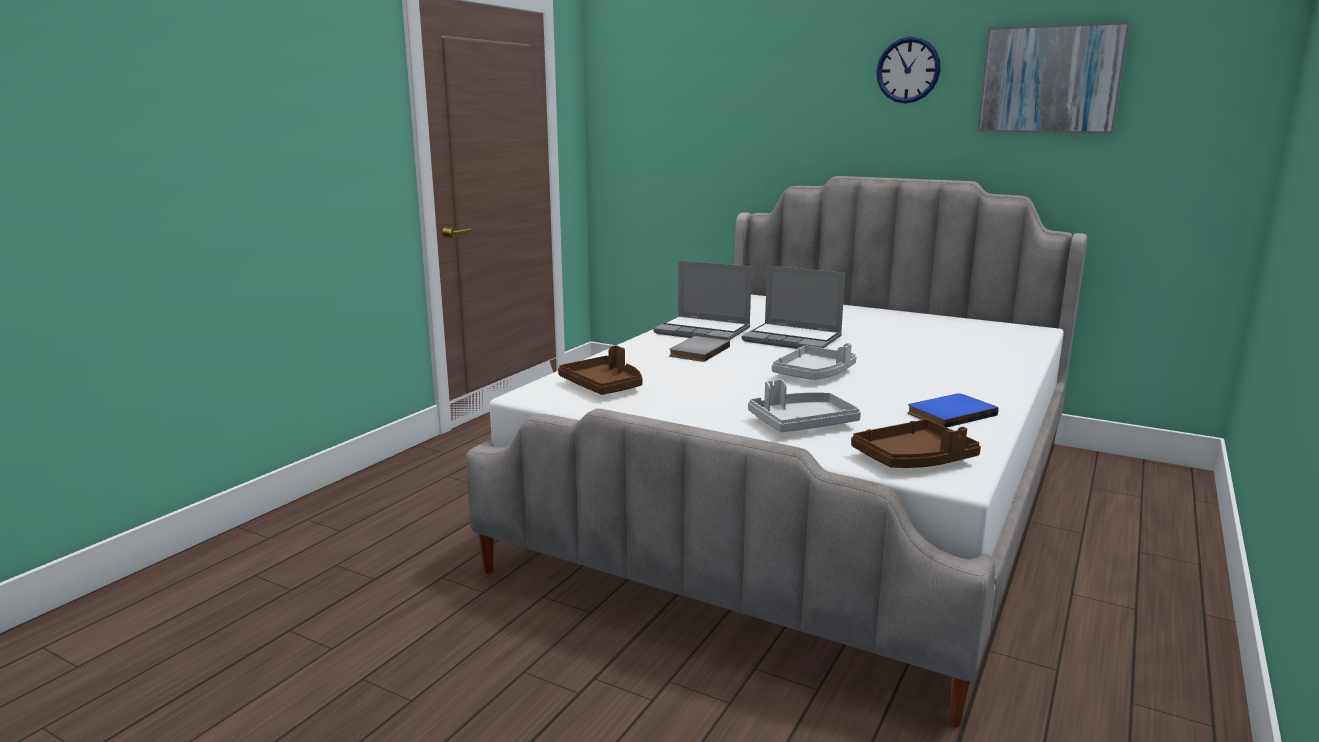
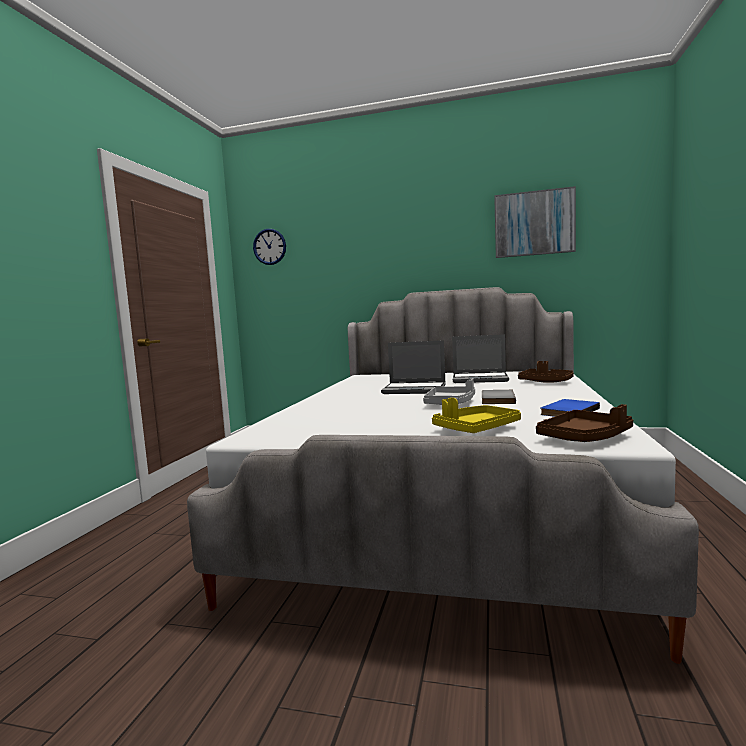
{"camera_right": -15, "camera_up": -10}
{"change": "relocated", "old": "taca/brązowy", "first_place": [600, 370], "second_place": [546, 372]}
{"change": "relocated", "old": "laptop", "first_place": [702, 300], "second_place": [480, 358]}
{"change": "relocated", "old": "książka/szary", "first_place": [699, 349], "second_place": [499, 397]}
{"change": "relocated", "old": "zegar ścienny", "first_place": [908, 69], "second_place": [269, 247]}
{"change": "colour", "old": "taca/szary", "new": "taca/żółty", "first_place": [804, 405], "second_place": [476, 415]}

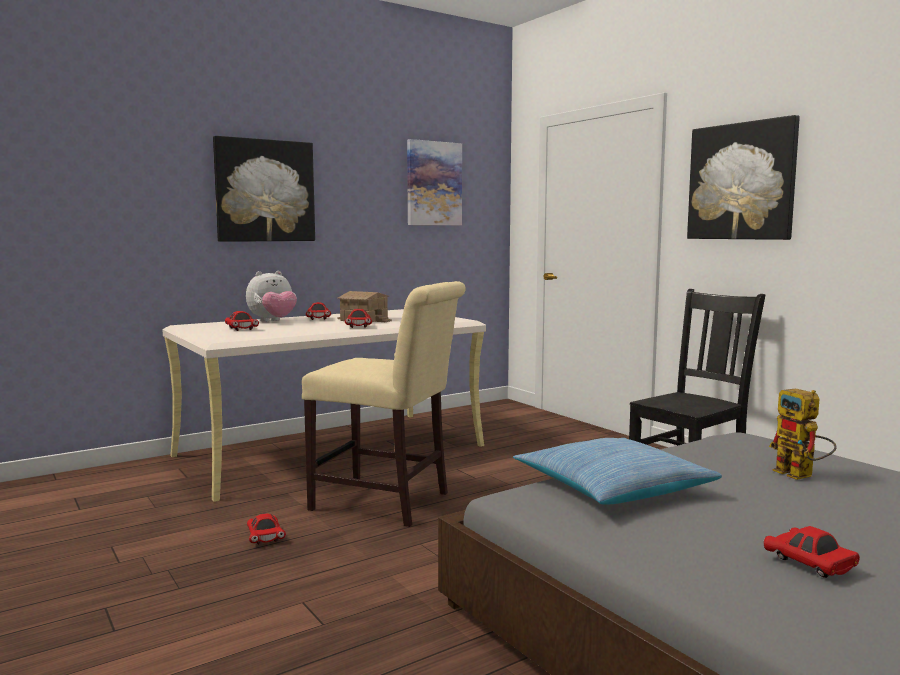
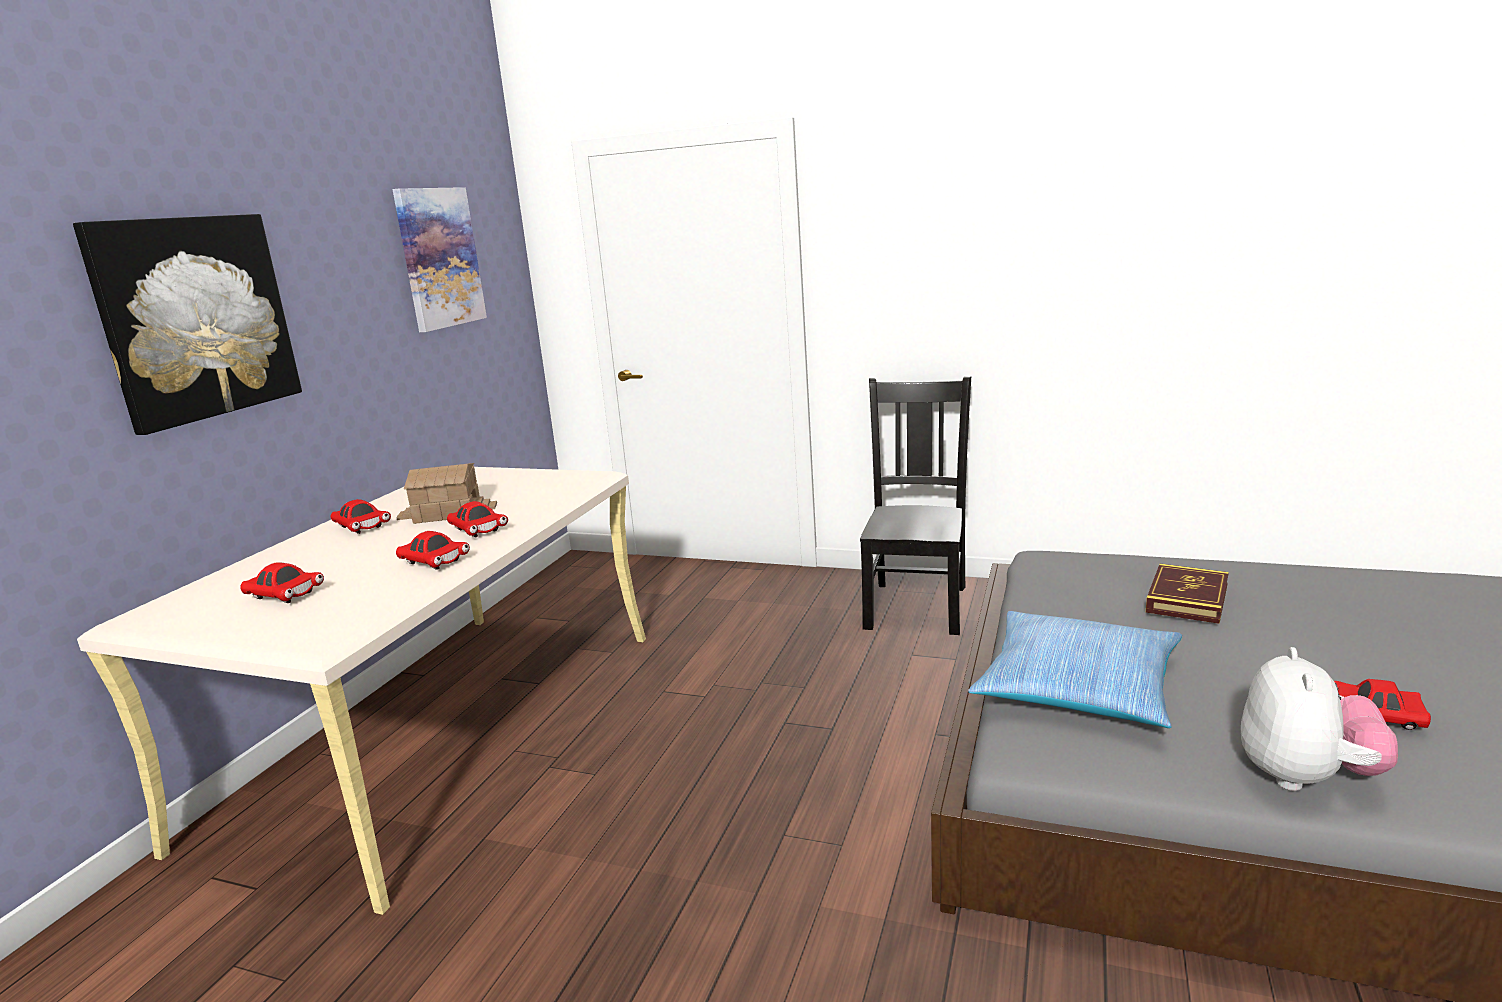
{"camera_right": -35, "camera_up": 10}
{"change": "missing", "old": "krzesło/beżowy", "first_place": [384, 404]}
{"change": "missing", "old": "obraz", "first_place": [743, 177]}
{"change": "relocated", "old": "pluszak", "first_place": [271, 296], "second_place": [1319, 719]}
{"change": "relocated", "old": "samochodzik/czerwony", "first_place": [266, 529], "second_place": [433, 550]}
{"change": "exchanged", "old": "robot zabawkowy", "new": "książka", "first_place": [803, 434], "second_place": [1187, 594]}

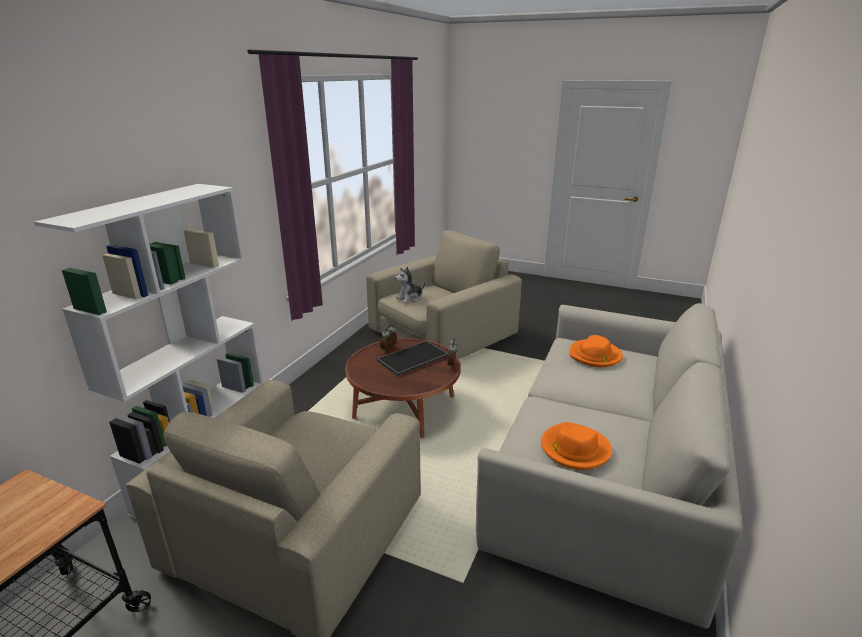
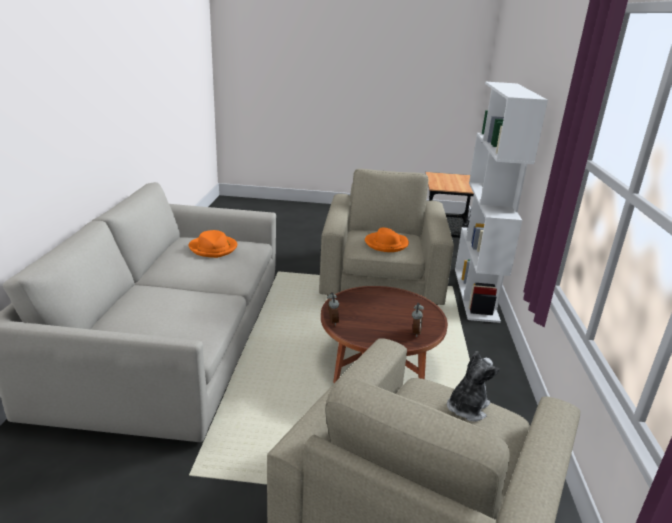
{"camera_right": 160, "camera_up": 0}
{"change": "missing", "old": "taca", "first_place": [412, 358]}
{"change": "relocated", "old": "kapelusz/pomarańczowy", "first_place": [596, 351], "second_place": [387, 240]}

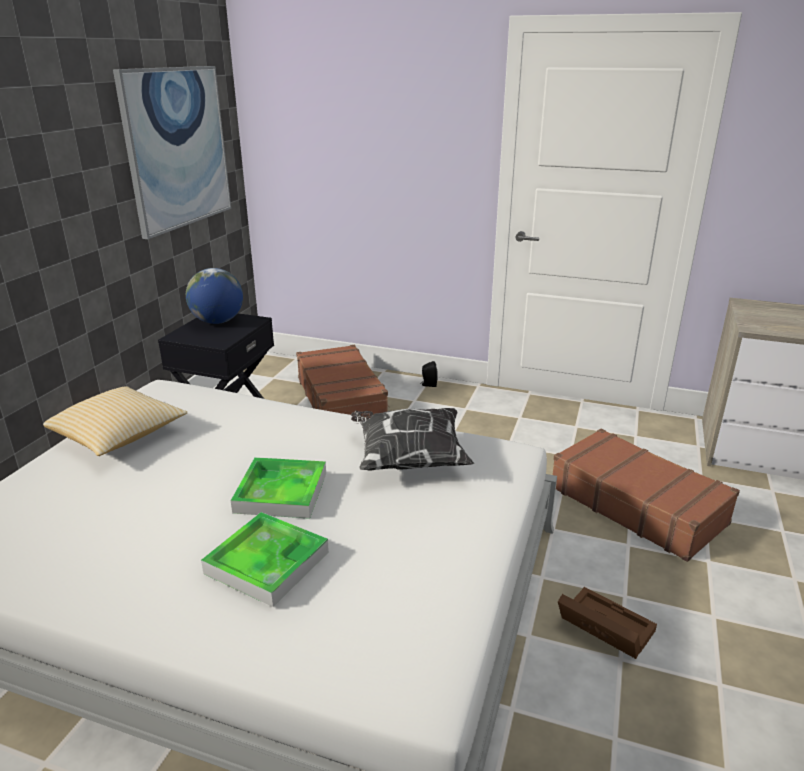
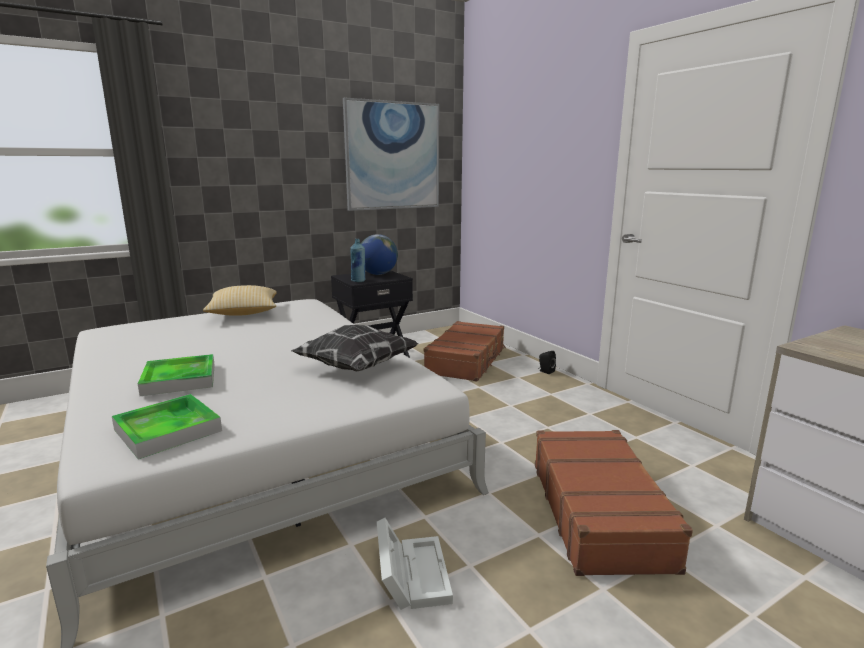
{"camera_right": 40, "camera_up": -10}
{"change": "appeared", "new": "butelka/niebieski", "second_place": [357, 260]}
{"change": "relocated", "old": "taca", "first_place": [278, 488], "second_place": [167, 426]}
{"change": "colour", "old": "pojemnik do przechowywania/brązowy", "new": "pojemnik do przechowywania/biały", "first_place": [607, 623], "second_place": [415, 564]}

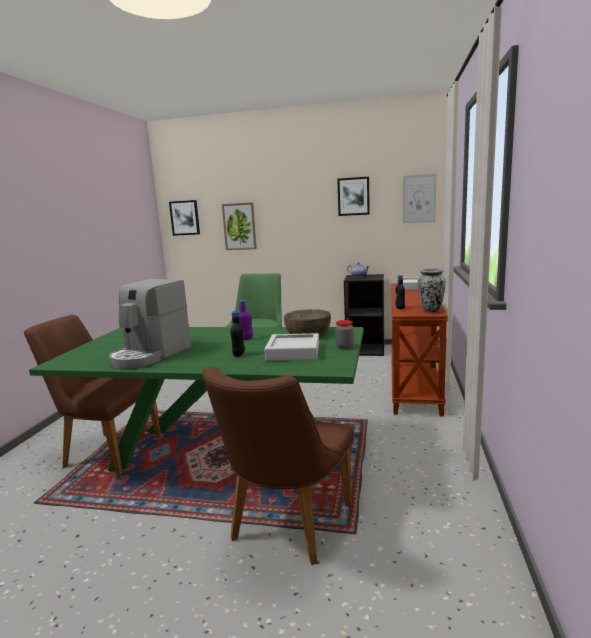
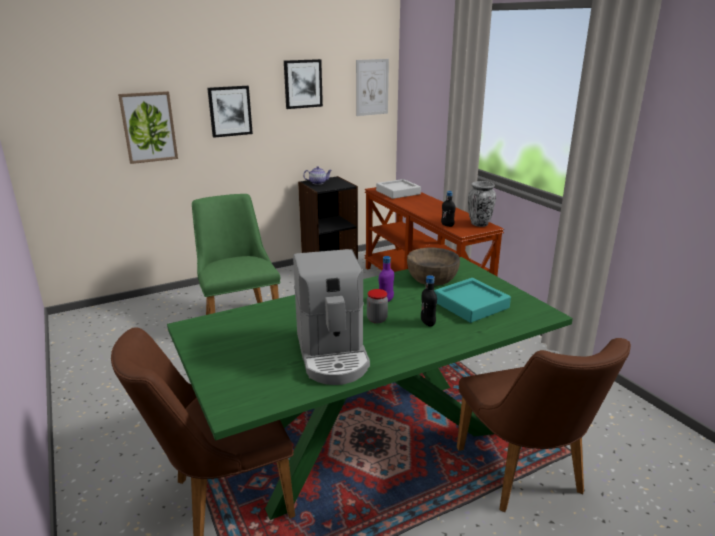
{"camera_right": -40, "camera_up": 10}
{"change": "relocated", "old": "obraz", "first_place": [184, 218], "second_place": [230, 112]}
{"change": "relocated", "old": "słoik", "first_place": [344, 334], "second_place": [377, 306]}
{"change": "colour", "old": "taca/szary", "new": "taca/turkusowy", "first_place": [291, 347], "second_place": [472, 300]}

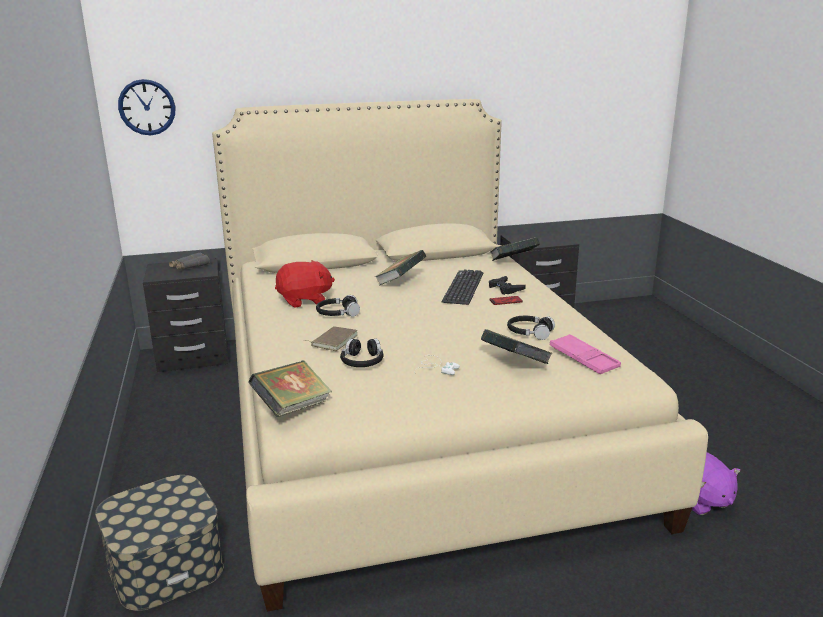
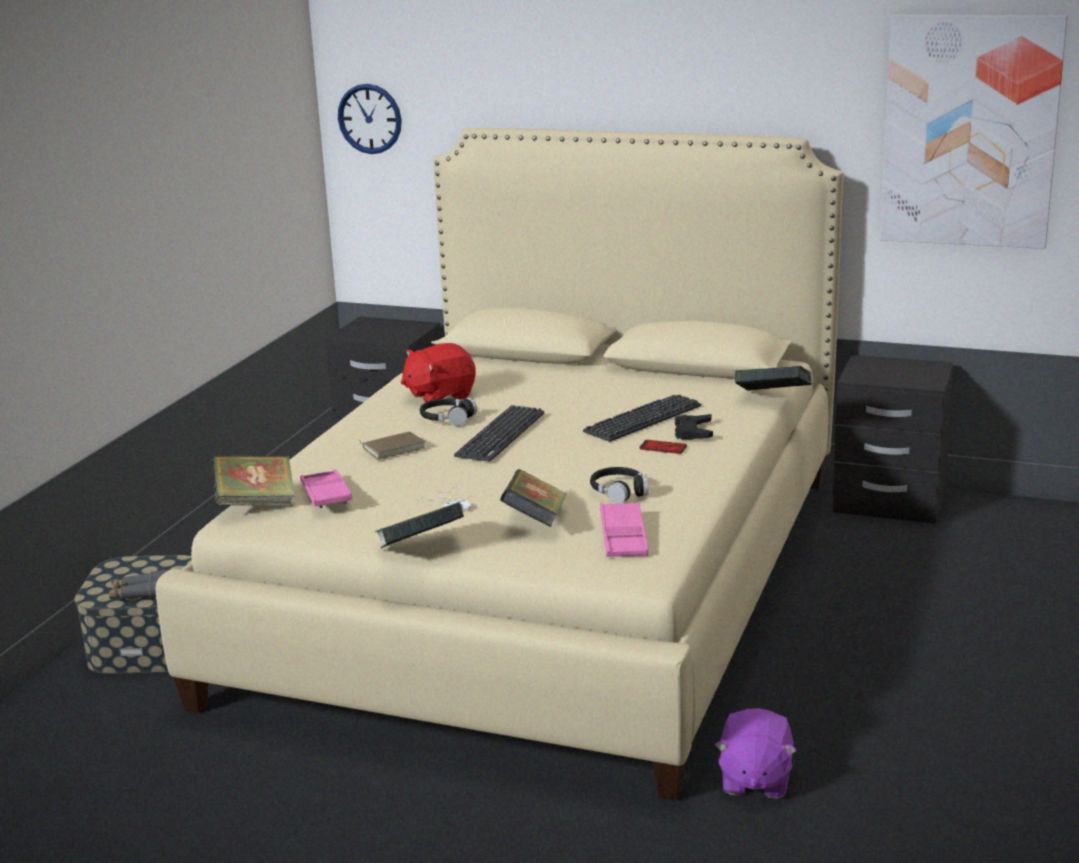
{"camera_right": 35, "camera_up": 0}
{"change": "missing", "old": "słuchawki/czarny", "first_place": [362, 352]}
{"change": "appeared", "new": "taca/różowy", "second_place": [326, 488]}
{"change": "appeared", "new": "klawiatura", "second_place": [499, 433]}
{"change": "appeared", "new": "obraz", "second_place": [973, 132]}
{"change": "relocated", "old": "lornetka/szary", "first_place": [189, 261], "second_place": [140, 584]}
{"change": "relocated", "old": "książka", "first_place": [401, 268], "second_place": [419, 525]}
{"change": "spun", "old": "pluszak/czerwony", "first_place": [305, 283], "second_place": [438, 373], "degrees": 135}

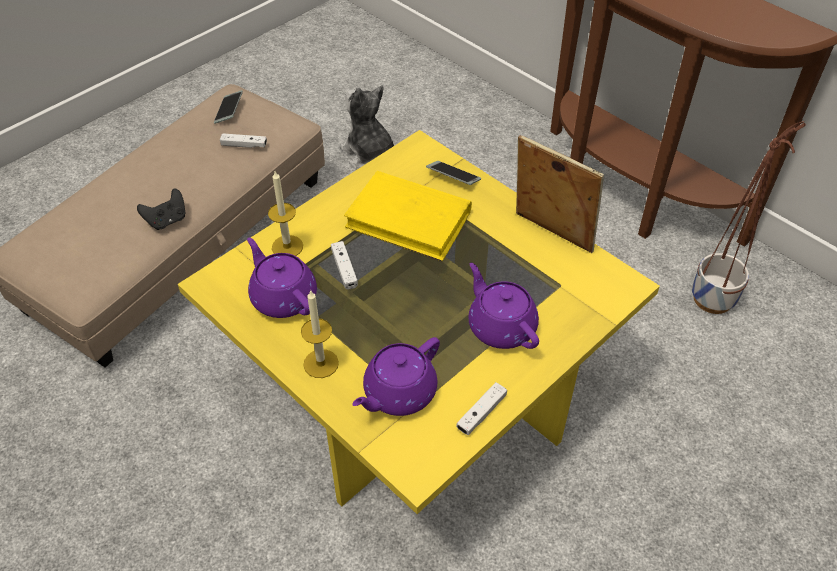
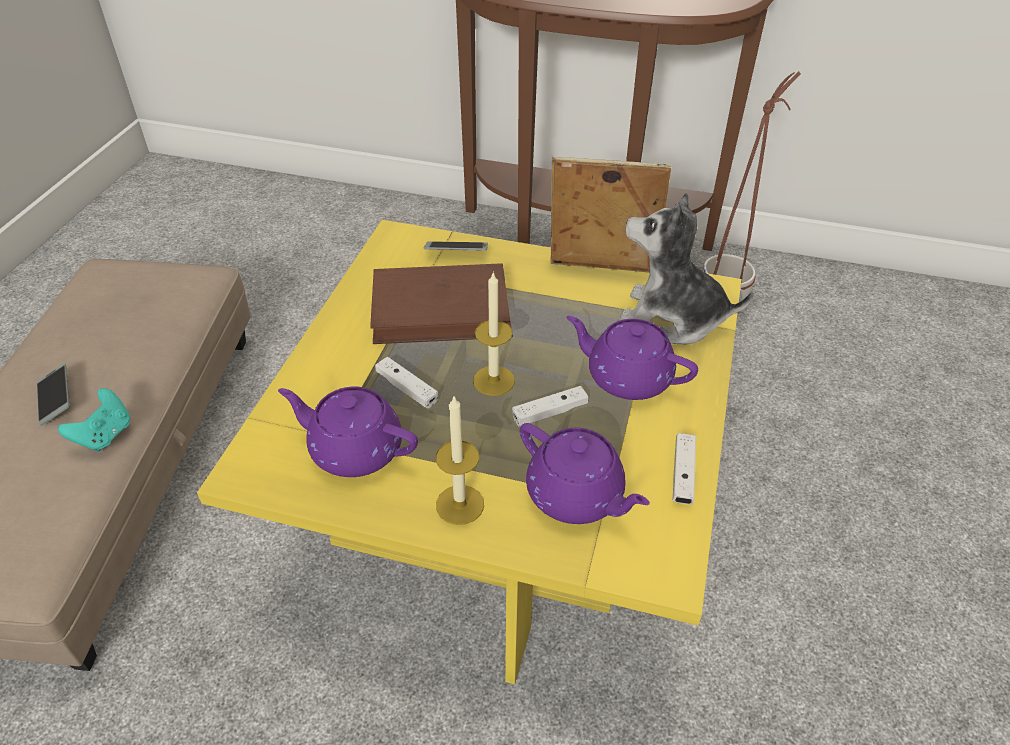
{"camera_right": -30, "camera_up": -5}
{"change": "relocated", "old": "telefon", "first_place": [228, 107], "second_place": [53, 394]}
{"change": "relocated", "old": "pad do gier/biały", "first_place": [243, 140], "second_place": [550, 406]}
{"change": "relocated", "old": "świeca", "first_place": [285, 213], "second_place": [494, 333]}
{"change": "relocated", "old": "pluszak", "first_place": [367, 126], "second_place": [686, 268]}
{"change": "colour", "old": "pad do gier/czarny", "new": "pad do gier/turkusowy", "first_place": [161, 209], "second_place": [94, 419]}
{"change": "colour", "old": "książka/żółty", "new": "książka/brązowy", "first_place": [408, 216], "second_place": [441, 303]}
{"change": "spun", "old": "imbryk/fioletowy", "first_place": [396, 376], "second_place": [585, 473], "degrees": -60}

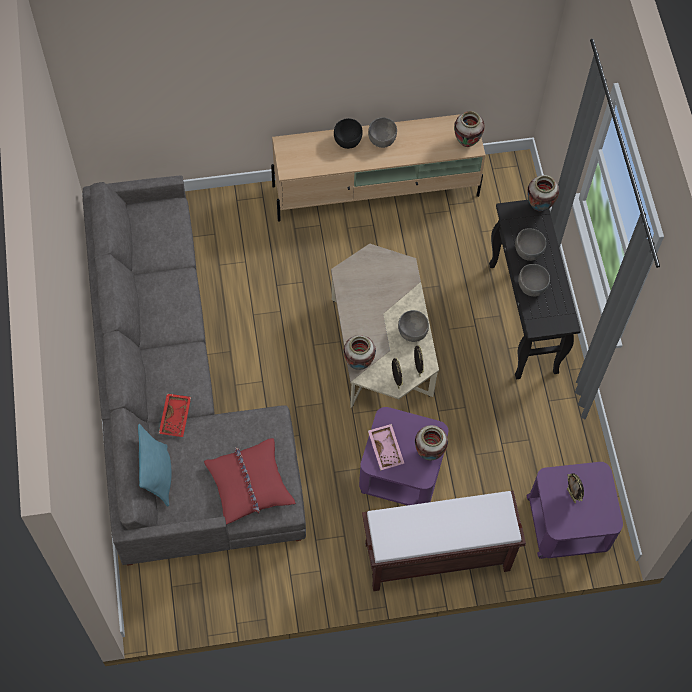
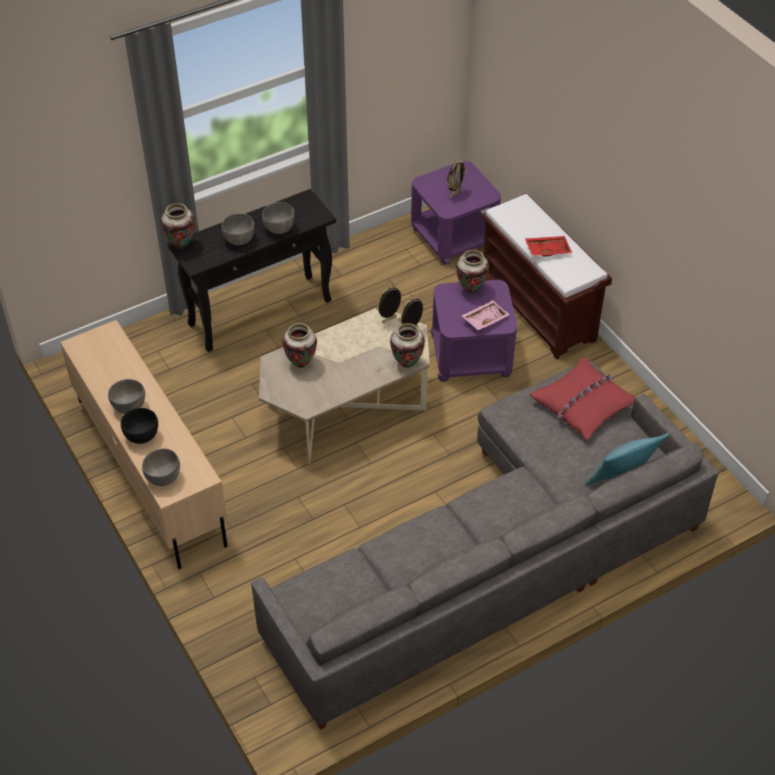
{"camera_right": -110, "camera_up": -15}
{"change": "relocated", "old": "taca/czerwony", "first_place": [175, 415], "second_place": [548, 246]}
{"change": "relocated", "old": "miska/szary", "first_place": [413, 326], "second_place": [161, 467]}
{"change": "relocated", "old": "wazon", "first_place": [469, 129], "second_place": [299, 345]}

